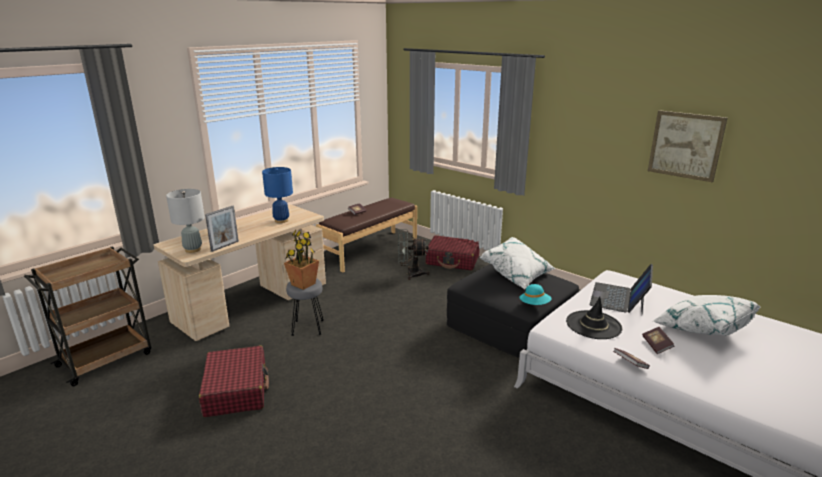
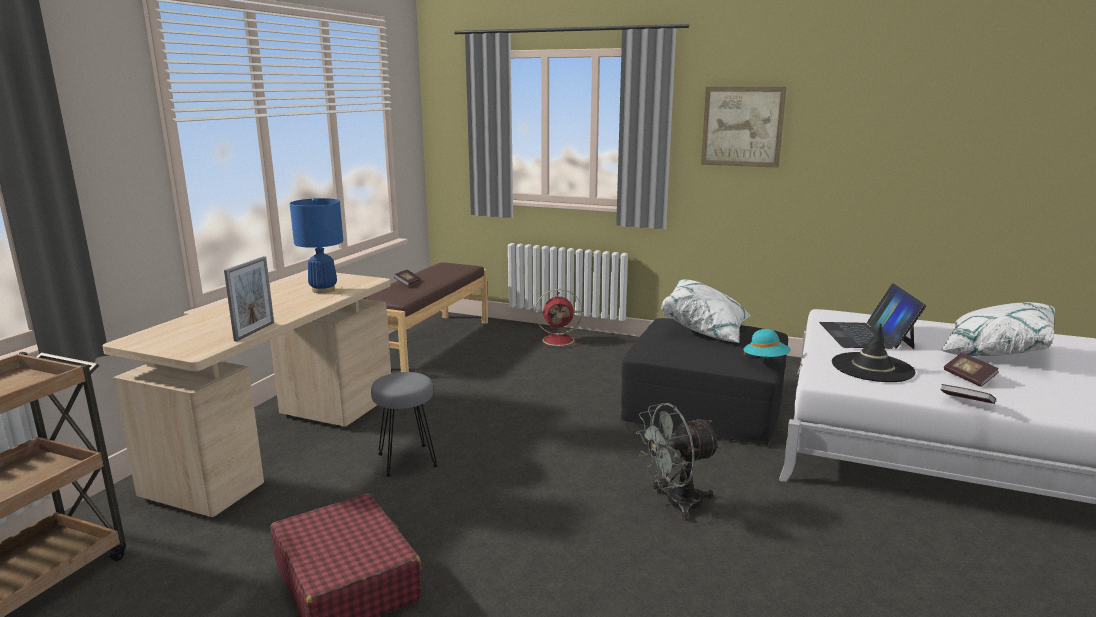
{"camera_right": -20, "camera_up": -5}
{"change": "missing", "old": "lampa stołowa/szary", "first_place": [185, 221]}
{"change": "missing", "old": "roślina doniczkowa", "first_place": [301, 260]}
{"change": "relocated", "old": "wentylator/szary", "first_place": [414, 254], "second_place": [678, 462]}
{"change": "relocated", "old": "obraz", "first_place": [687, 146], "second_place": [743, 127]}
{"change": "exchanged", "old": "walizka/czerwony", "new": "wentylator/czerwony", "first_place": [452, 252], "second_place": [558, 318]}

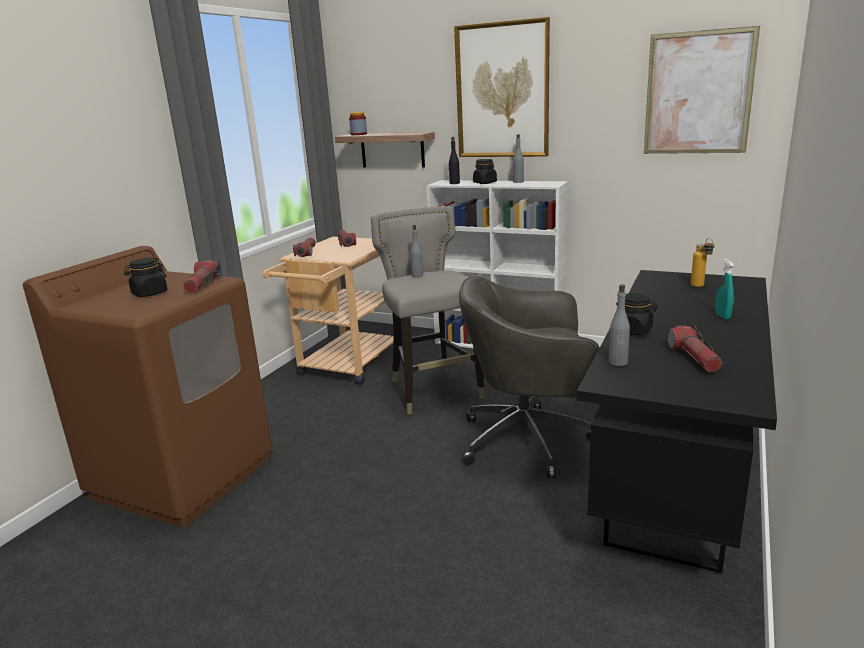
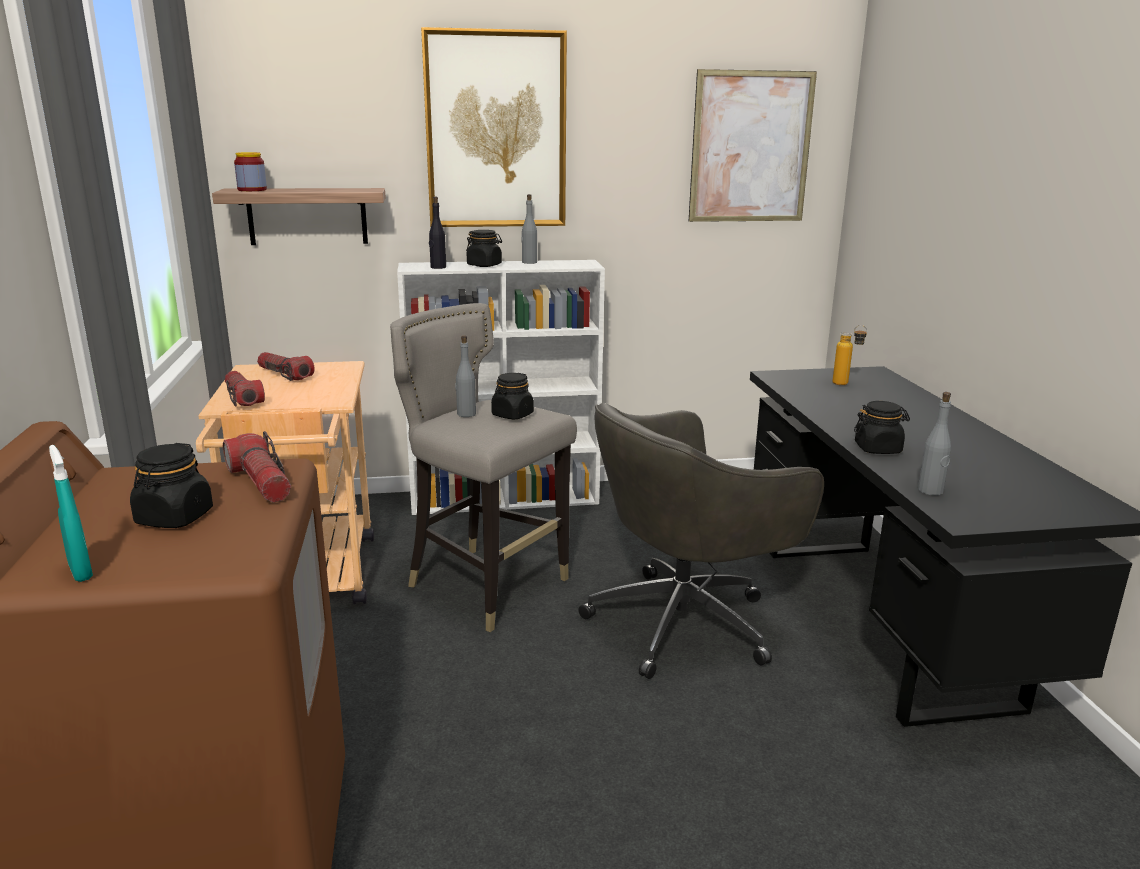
{"camera_right": -35, "camera_up": 0}
{"change": "missing", "old": "latarka", "first_place": [694, 349]}
{"change": "appeared", "new": "słoik/czarny", "second_place": [512, 396]}
{"change": "relocated", "old": "spryskiwacz/turkusowy", "first_place": [724, 289], "second_place": [71, 513]}

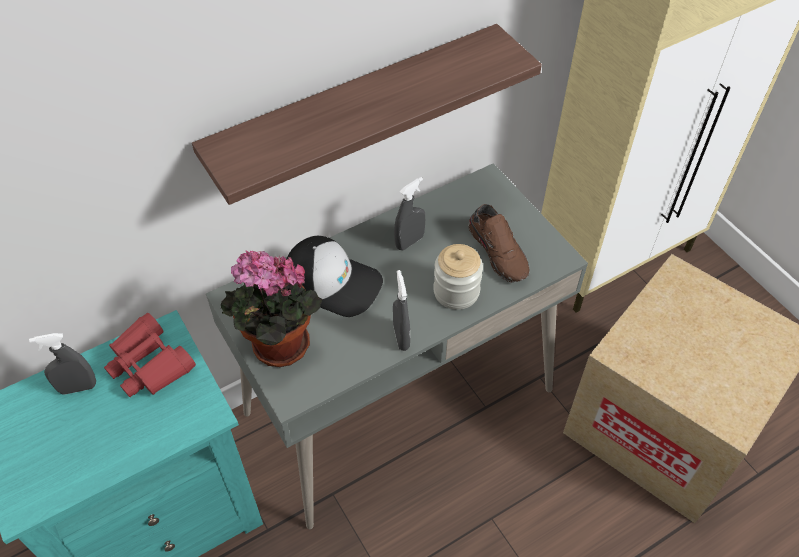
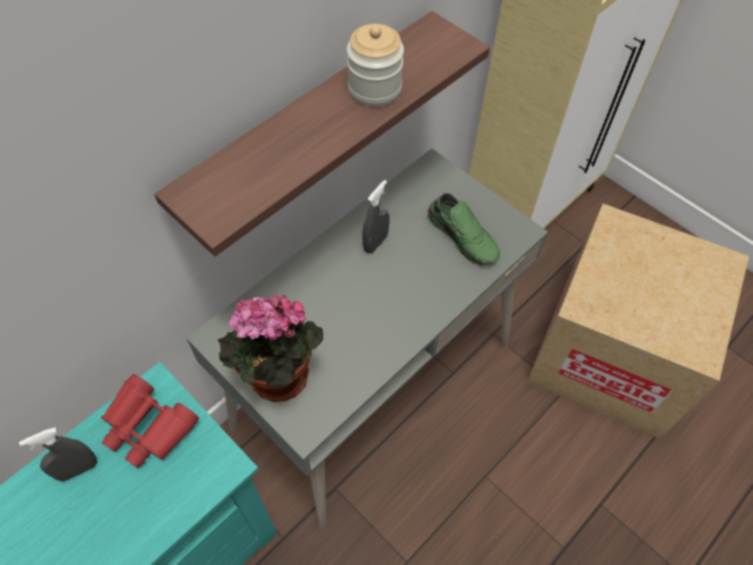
{"camera_right": -15, "camera_up": 5}
{"change": "missing", "old": "czapka z daszkiem", "first_place": [335, 276]}
{"change": "missing", "old": "spryskiwacz/szary", "first_place": [401, 310]}
{"change": "relocated", "old": "słoik", "first_place": [458, 277], "second_place": [375, 65]}
{"change": "colour", "old": "but/brązowy", "new": "but/zielony", "first_place": [498, 243], "second_place": [463, 229]}

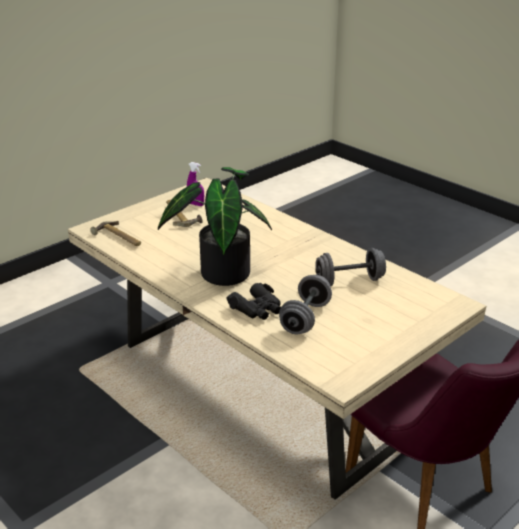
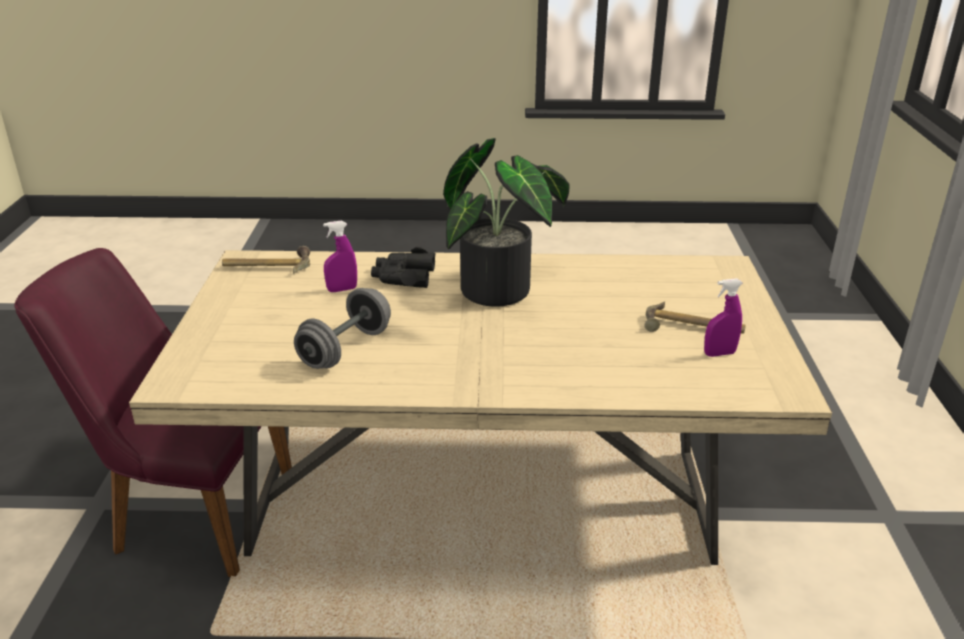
{"camera_right": 135, "camera_up": 0}
{"change": "relocated", "old": "młotek", "first_place": [116, 233], "second_place": [266, 260]}
{"change": "exchanged", "old": "hantel/szary", "new": "spryskiwacz/fioletowy", "first_place": [305, 304], "second_place": [340, 256]}

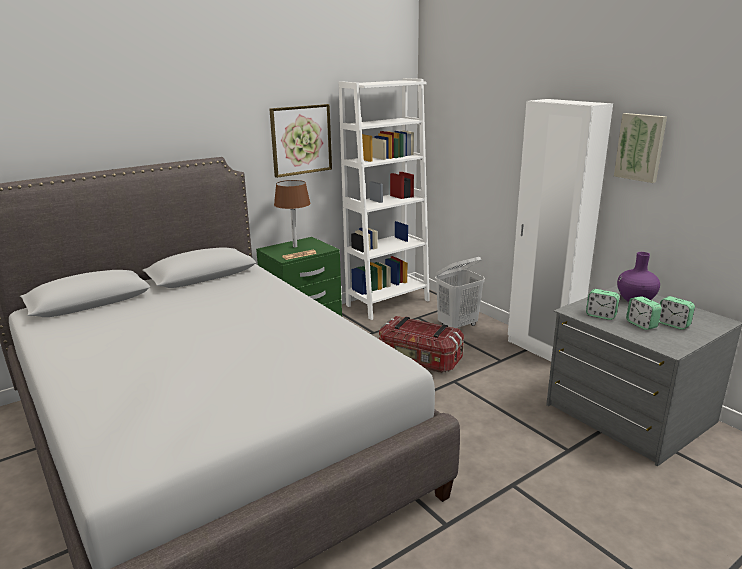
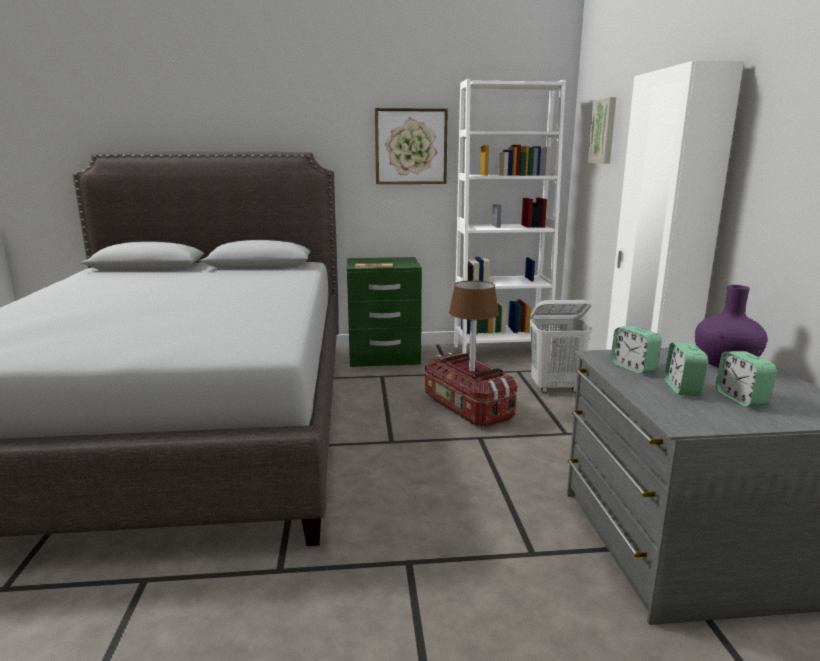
{"camera_right": 30, "camera_up": -5}
{"change": "relocated", "old": "lampa stołowa/brązowy", "first_place": [292, 214], "second_place": [474, 326]}
{"change": "relocated", "old": "obraz", "first_place": [640, 148], "second_place": [602, 130]}

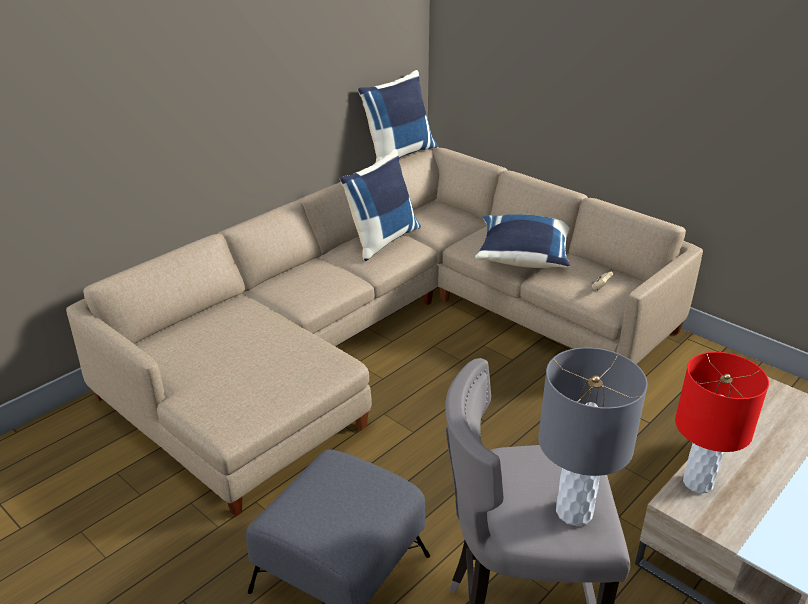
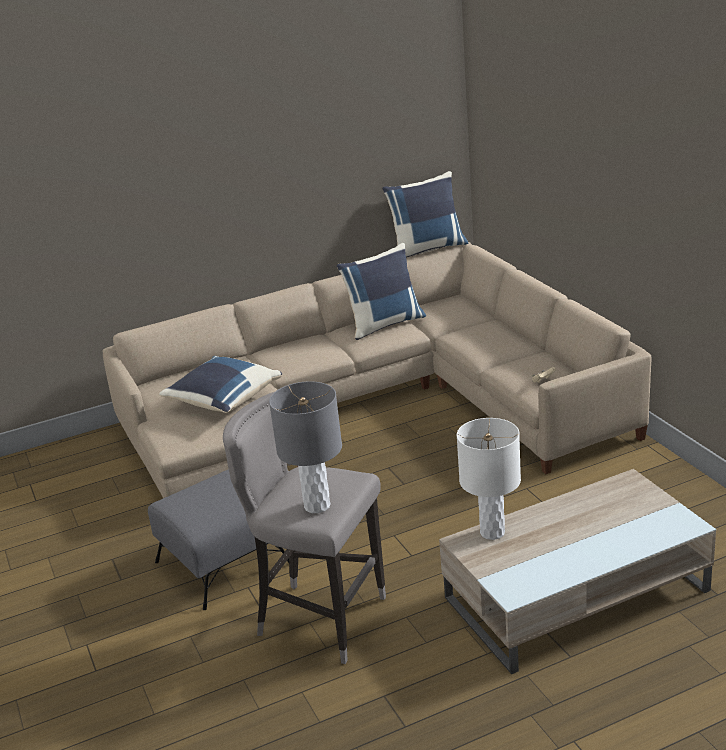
{"camera_right": 25, "camera_up": -5}
{"change": "relocated", "old": "poduszka/niebieski", "first_place": [522, 241], "second_place": [220, 384]}
{"change": "colour", "old": "lampa stołowa/czerwony", "new": "lampa stołowa/biały", "first_place": [722, 422], "second_place": [489, 479]}

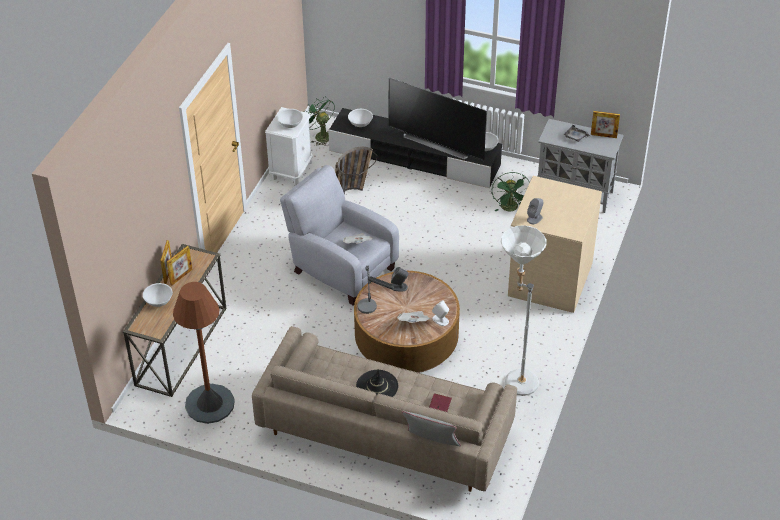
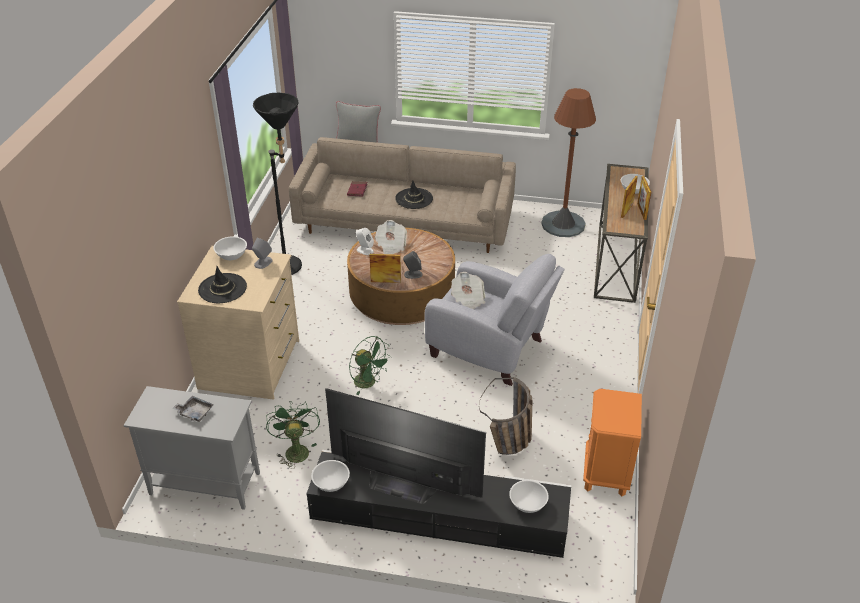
{"camera_right": 170, "camera_up": -5}
{"change": "missing", "old": "lampa stołowa", "first_place": [376, 290]}
{"change": "appeared", "new": "kapelusz/czarny", "second_place": [222, 284]}
{"change": "relocated", "old": "miska/biały", "first_place": [290, 118], "second_place": [230, 248]}
{"change": "relocated", "old": "wentylator/zielony", "first_place": [321, 121], "second_place": [370, 365]}
{"change": "relocated", "old": "ramka na zdjęcie", "first_place": [605, 124], "second_place": [385, 268]}
{"change": "colour", "old": "szafka nocna/biały", "new": "szafka nocna/pomarańczowy", "first_place": [289, 146], "second_place": [612, 442]}
{"change": "colour", "old": "lampa stojąca/biały", "new": "lampa stojąca/czarny", "first_place": [523, 311], "second_place": [277, 184]}

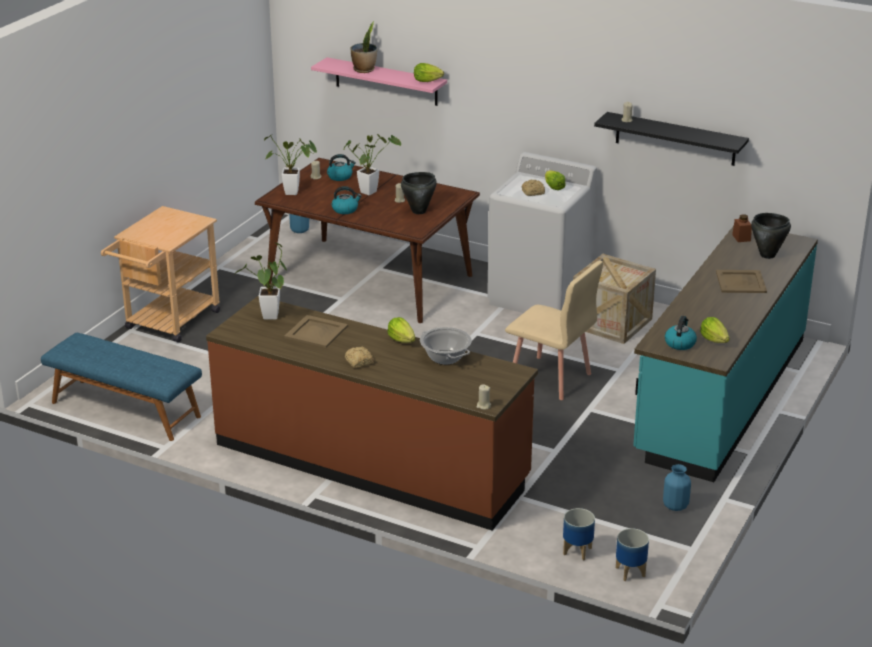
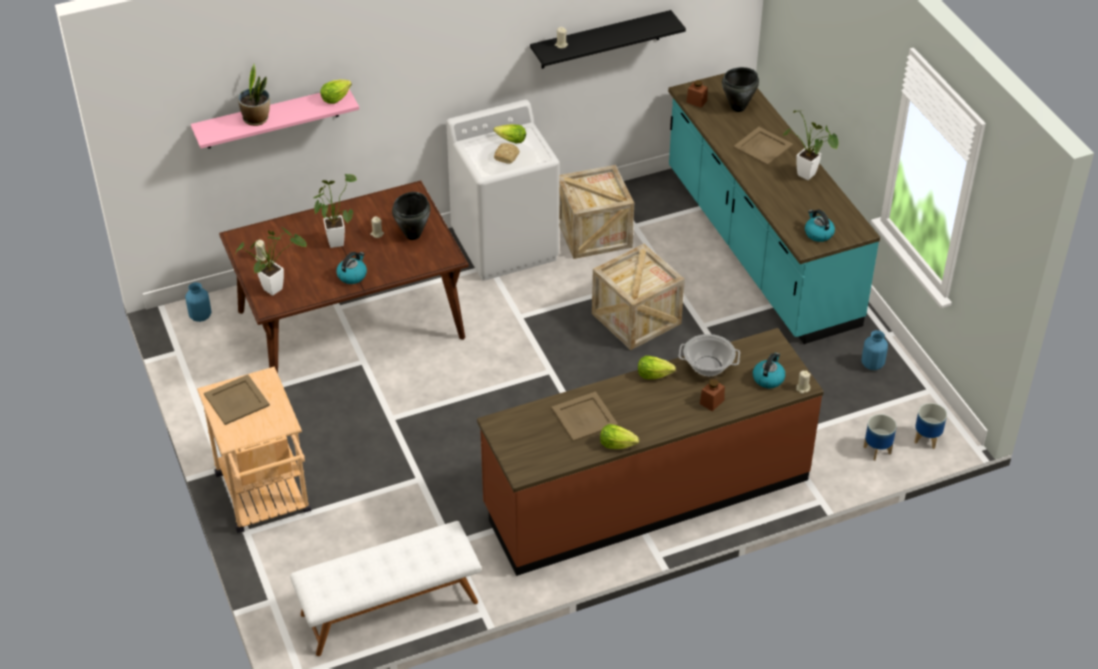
{"camera_right": -50, "camera_up": 15}
{"change": "missing", "old": "chleb", "first_place": [359, 357]}
{"change": "appeared", "new": "taca/beżowy", "second_place": [237, 400]}
{"change": "appeared", "new": "słoik/brązowy", "second_place": [712, 395]}
{"change": "relocated", "old": "roślina doniczkowa", "first_place": [261, 280], "second_place": [811, 145]}
{"change": "relocated", "old": "czajnik", "first_place": [341, 167], "second_place": [769, 370]}
{"change": "relocated", "old": "sałata", "first_place": [715, 330], "second_place": [619, 436]}
{"change": "exchanged", "old": "krzesło/beżowy", "new": "skrzynka", "first_place": [554, 330], "second_place": [638, 297]}
{"change": "colour", "old": "ławka/niebieski", "new": "ławka/biały", "first_place": [121, 387], "second_place": [385, 588]}

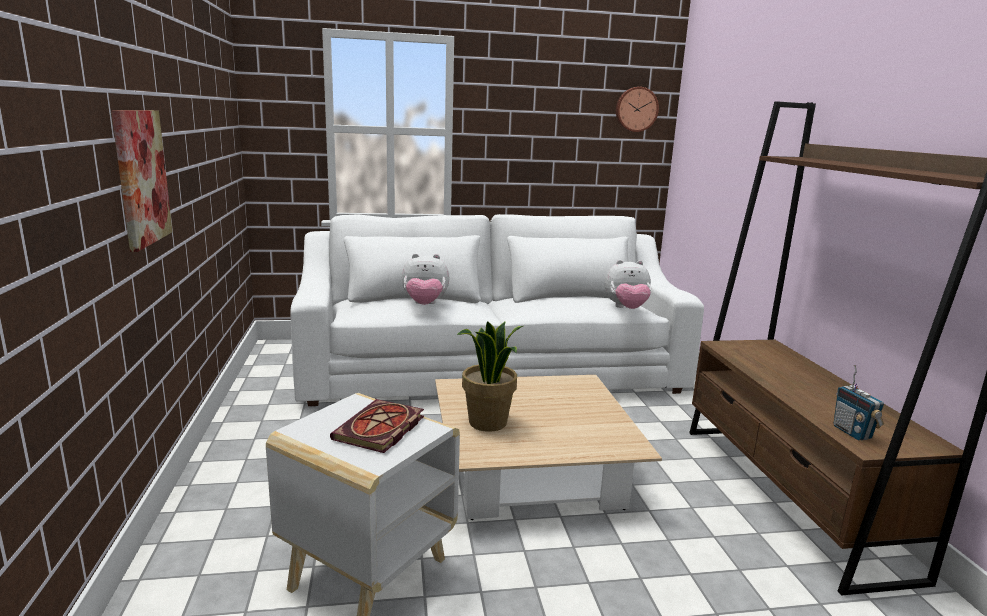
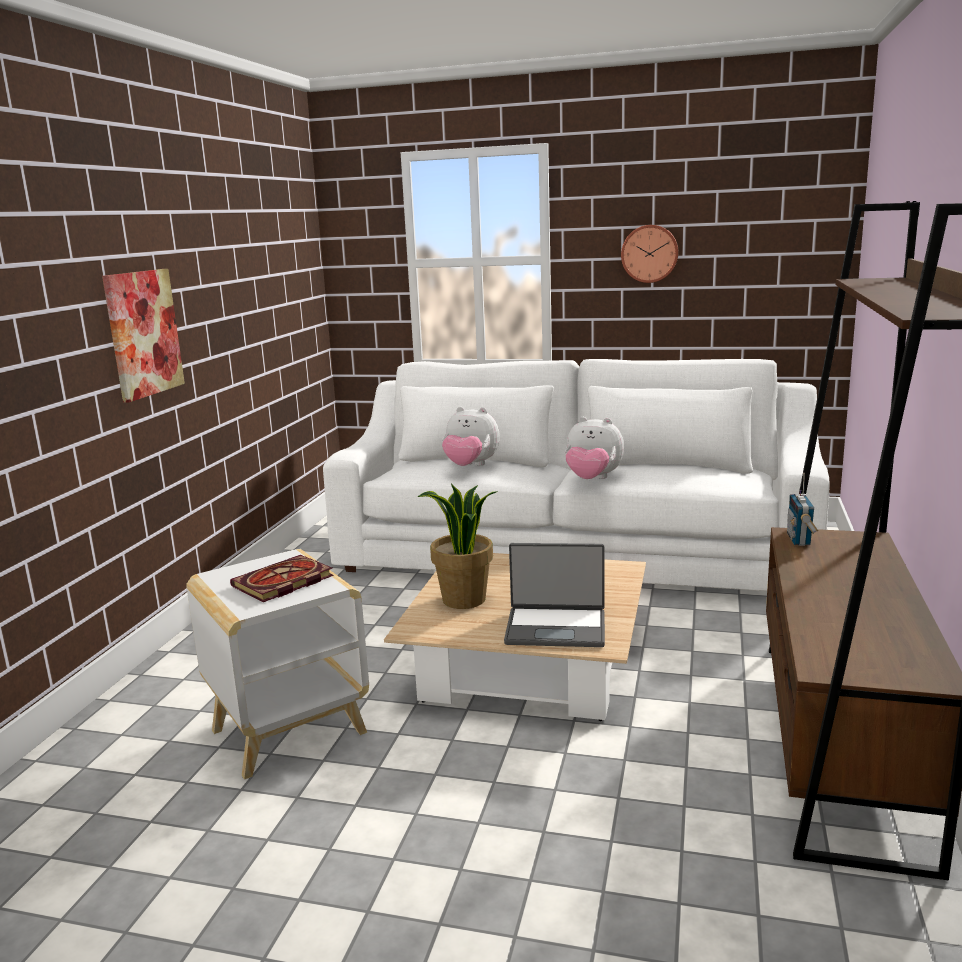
{"camera_right": 25, "camera_up": 0}
{"change": "appeared", "new": "laptop", "second_place": [554, 595]}
{"change": "relocated", "old": "pluszak", "first_place": [627, 284], "second_place": [594, 448]}
{"change": "relocated", "old": "zegar ścienny", "first_place": [637, 109], "second_place": [650, 254]}
{"change": "relocated", "old": "radio", "first_place": [859, 402], "second_place": [802, 509]}

